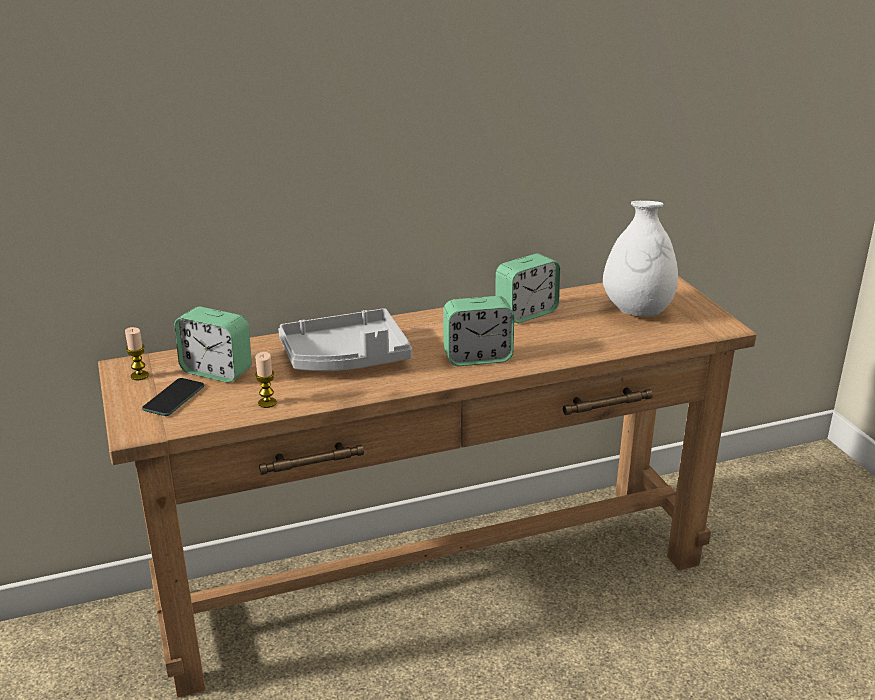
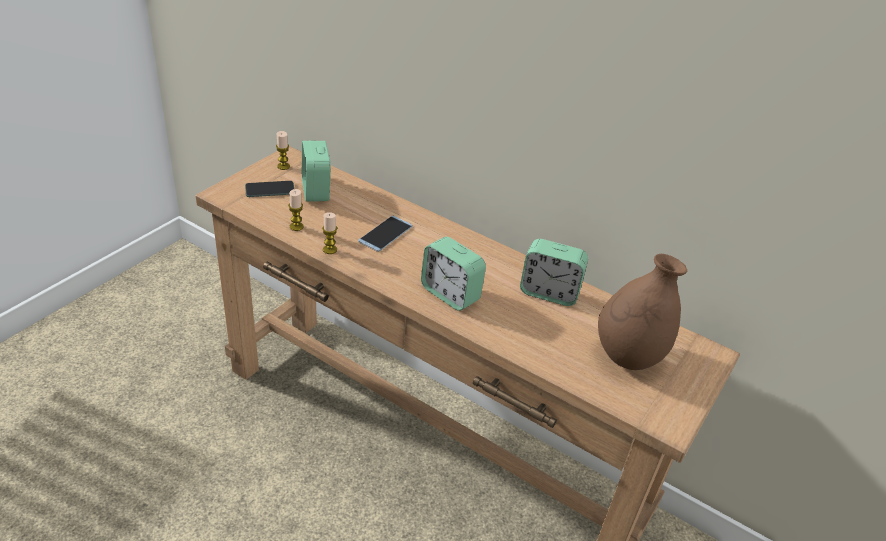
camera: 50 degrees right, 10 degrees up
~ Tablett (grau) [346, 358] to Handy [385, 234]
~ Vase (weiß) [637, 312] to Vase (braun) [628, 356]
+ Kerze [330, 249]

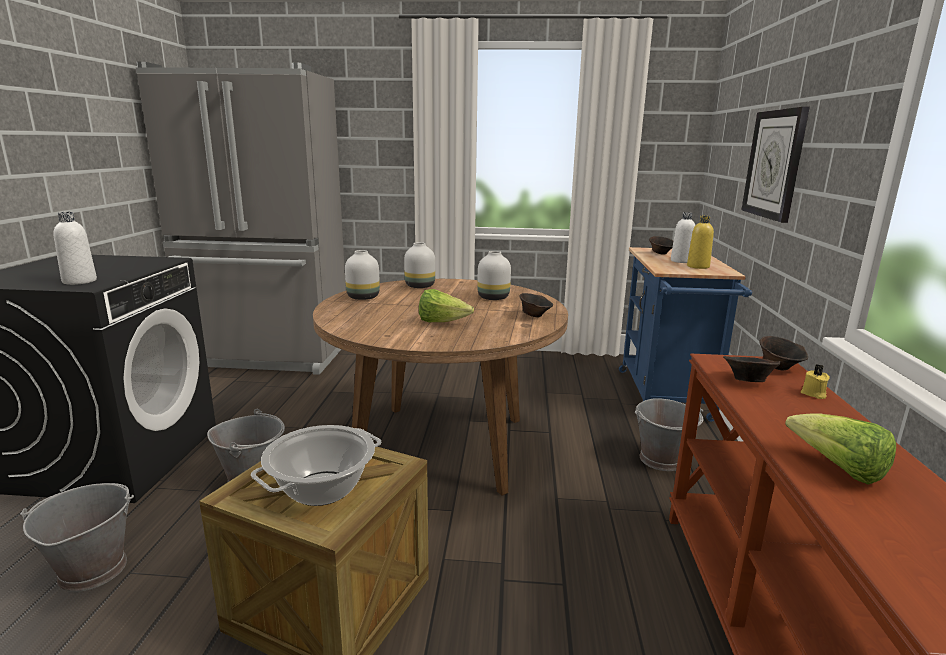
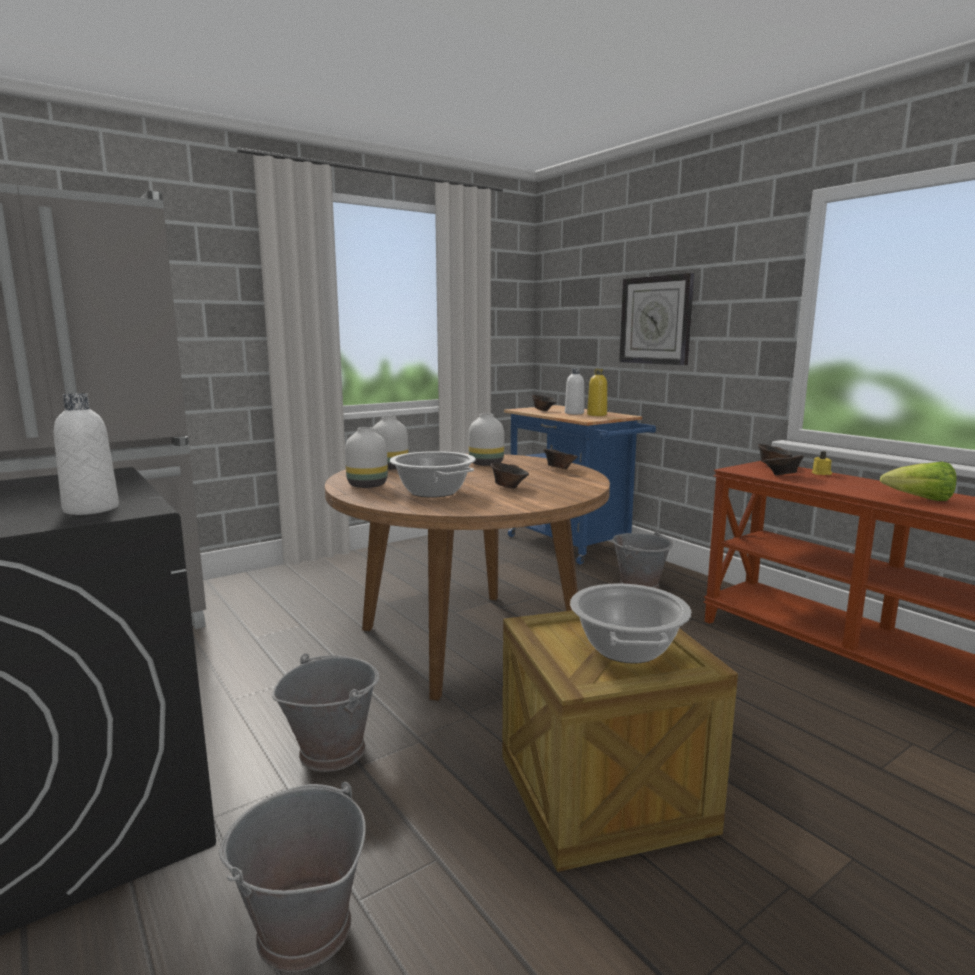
camera: 40 degrees left, 5 degrees down
~ Salatkopf [442, 322] to Schüssel (braun) [509, 487]
+ Kochtopf [433, 492]

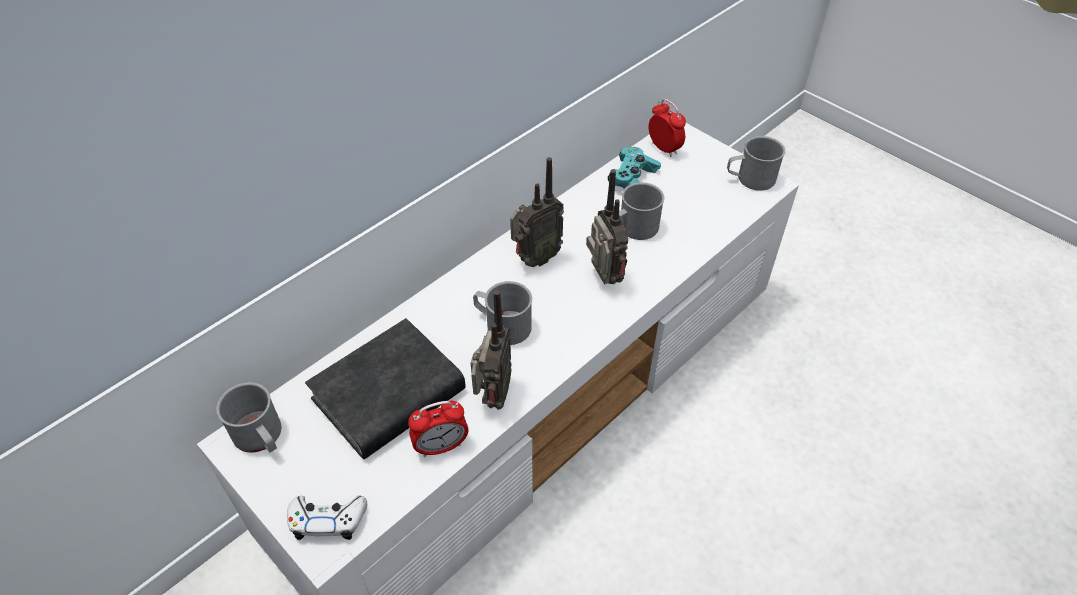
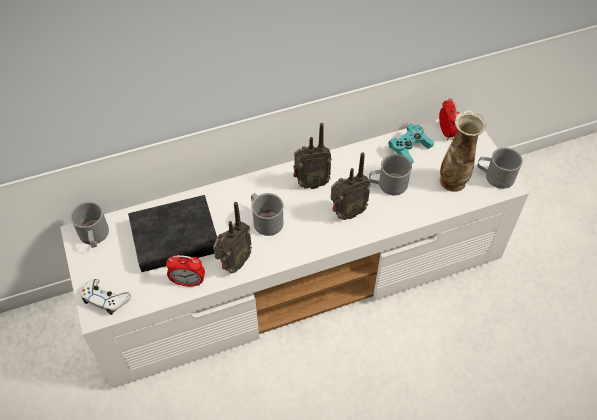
camera: 25 degrees right, 5 degrees up
~ Radio [603, 279] = [346, 213] 60 degrees clockwise
+ Vase [453, 182]

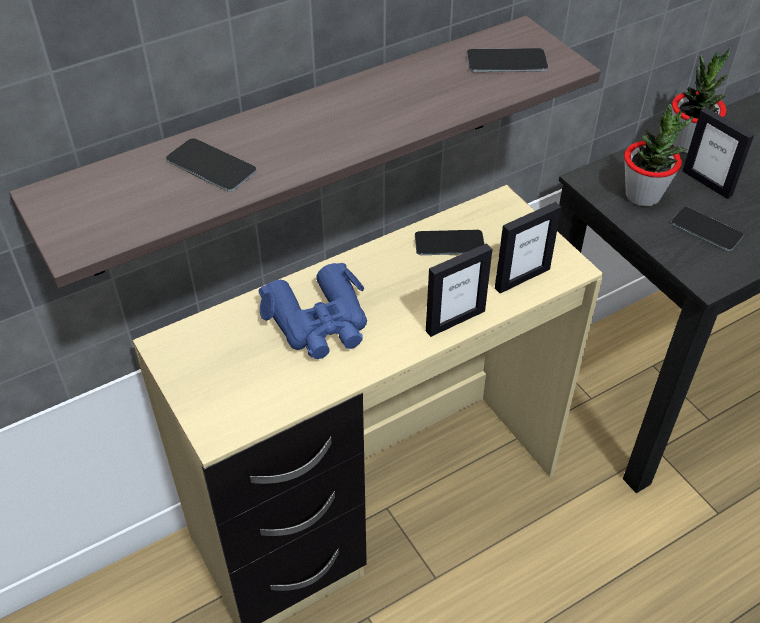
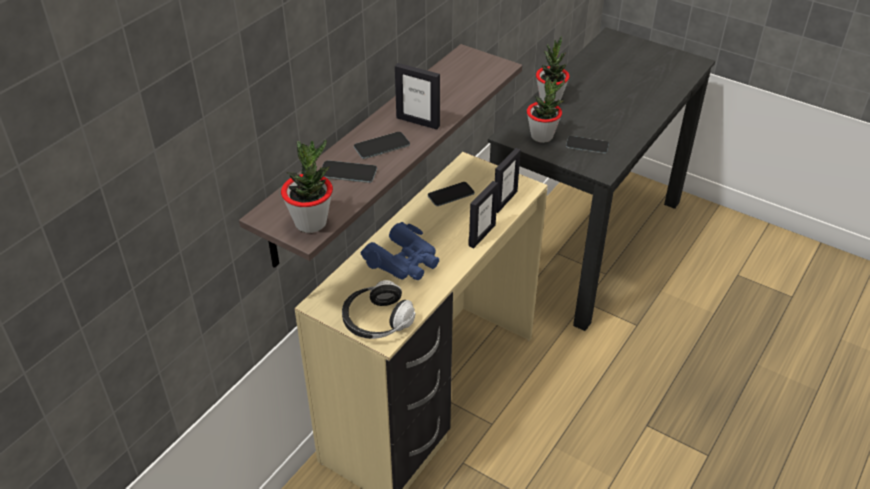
camera: 25 degrees left, 5 degrees down
~ Handy [506, 61] to [381, 146]
~ Bilderrahmen [707, 183] to [418, 122]
+ Topfpflanze [311, 222]
+ Kopfhörer [377, 321]

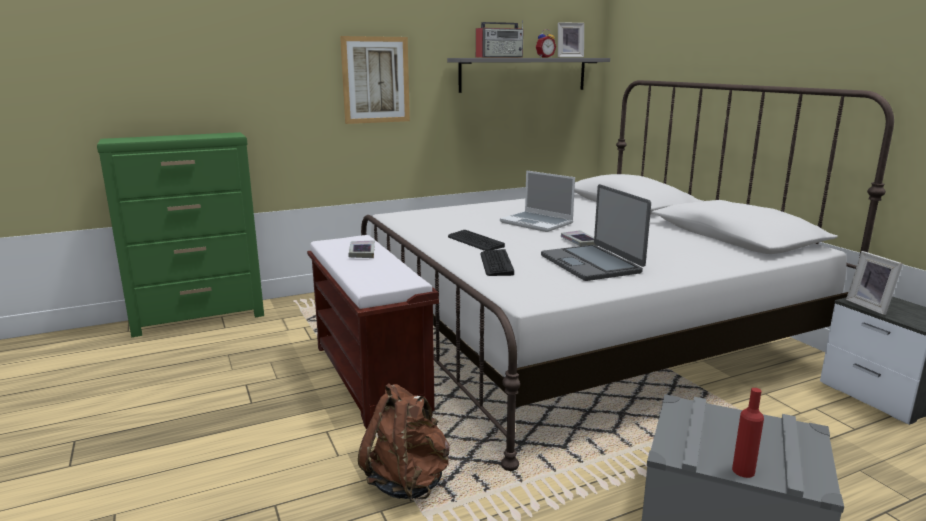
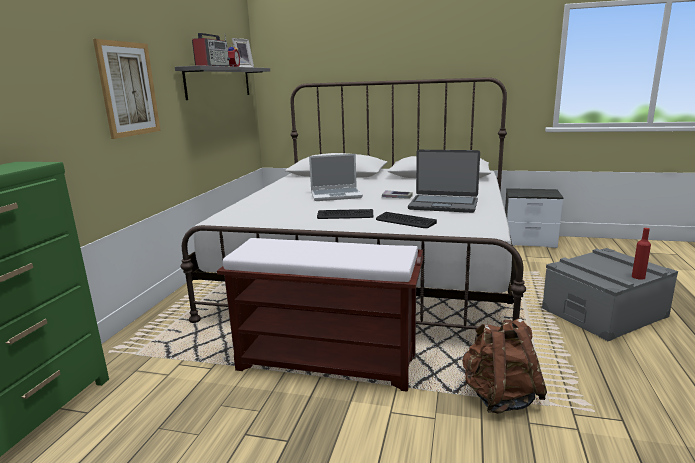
camera: 50 degrees left, 0 degrees up
- Buch [362, 253]
- Bilderrahmen [871, 306]

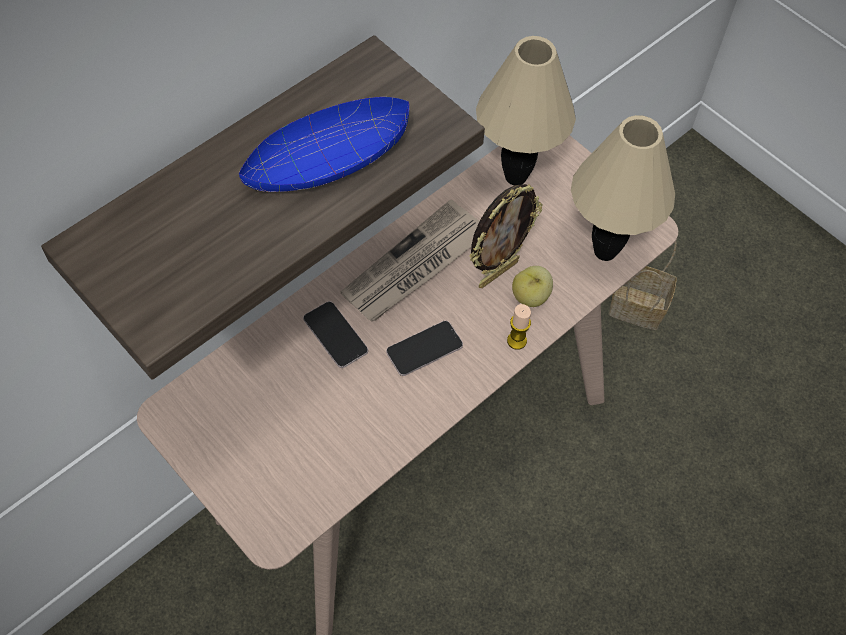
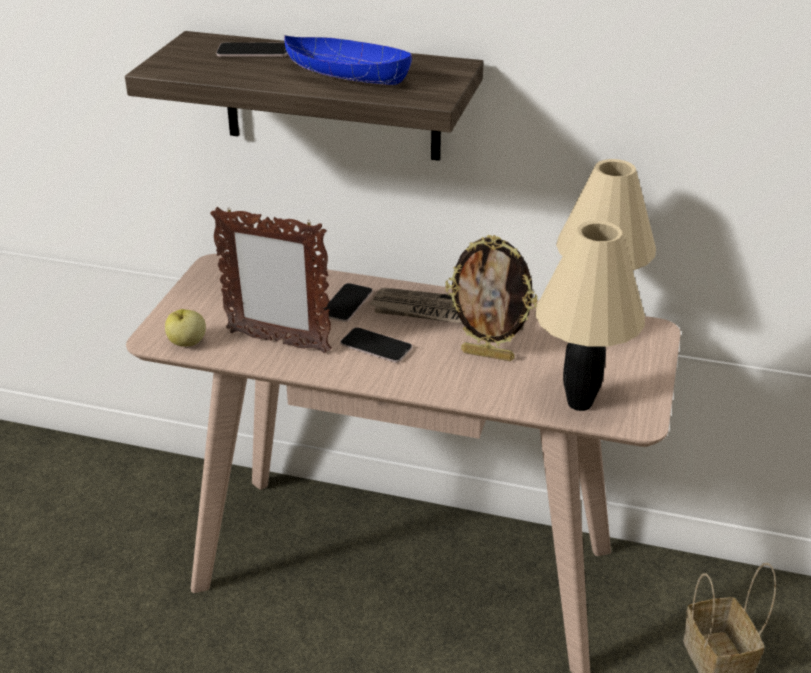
camera: 60 degrees right, 25 degrees down
- Kerze [516, 341]
~ Apfel [531, 297] to [187, 343]
+ Bilderrahmen [277, 342]
+ Handy [253, 51]

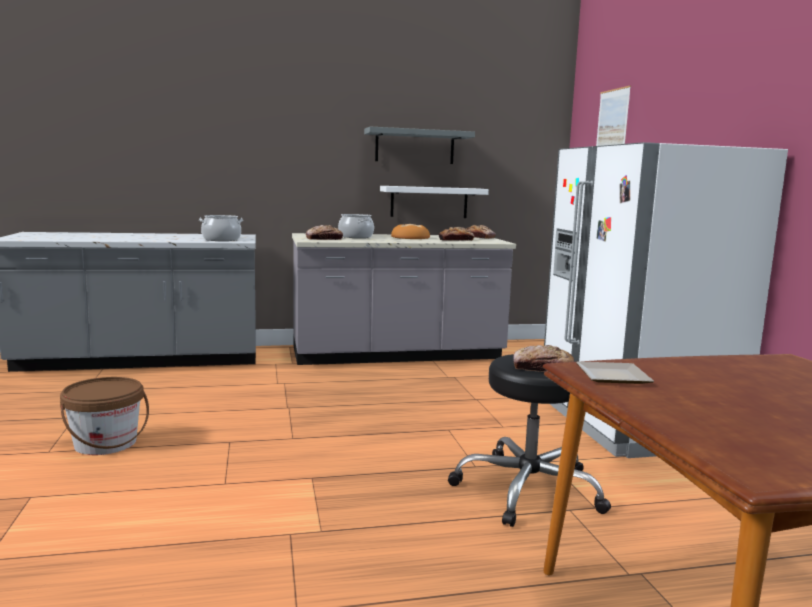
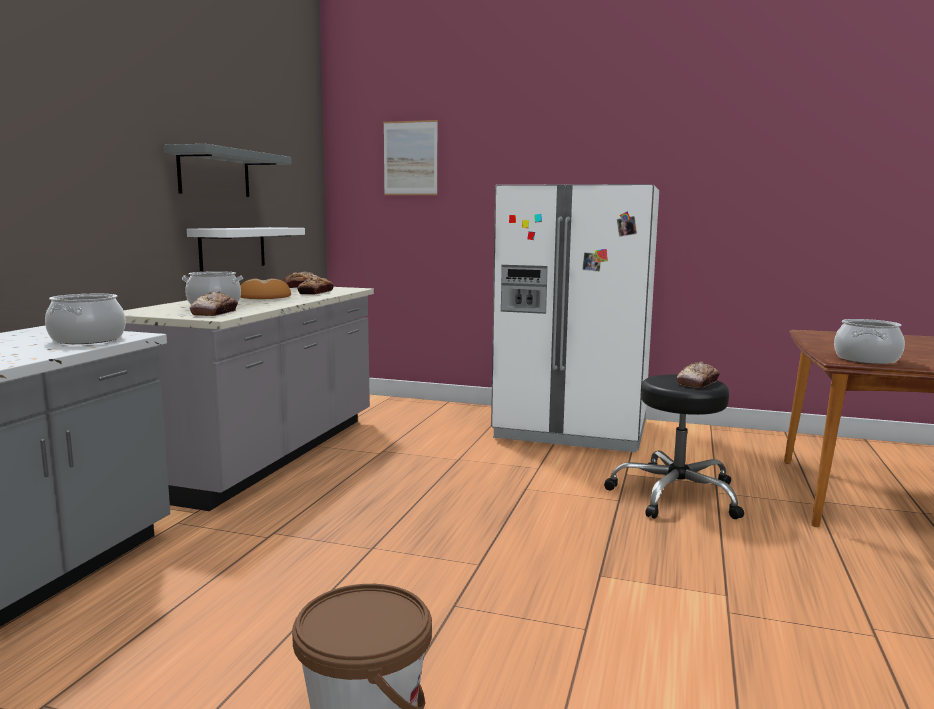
camera: 60 degrees left, 0 degrees up
~ Teller [611, 377] to Kochtopf [867, 359]

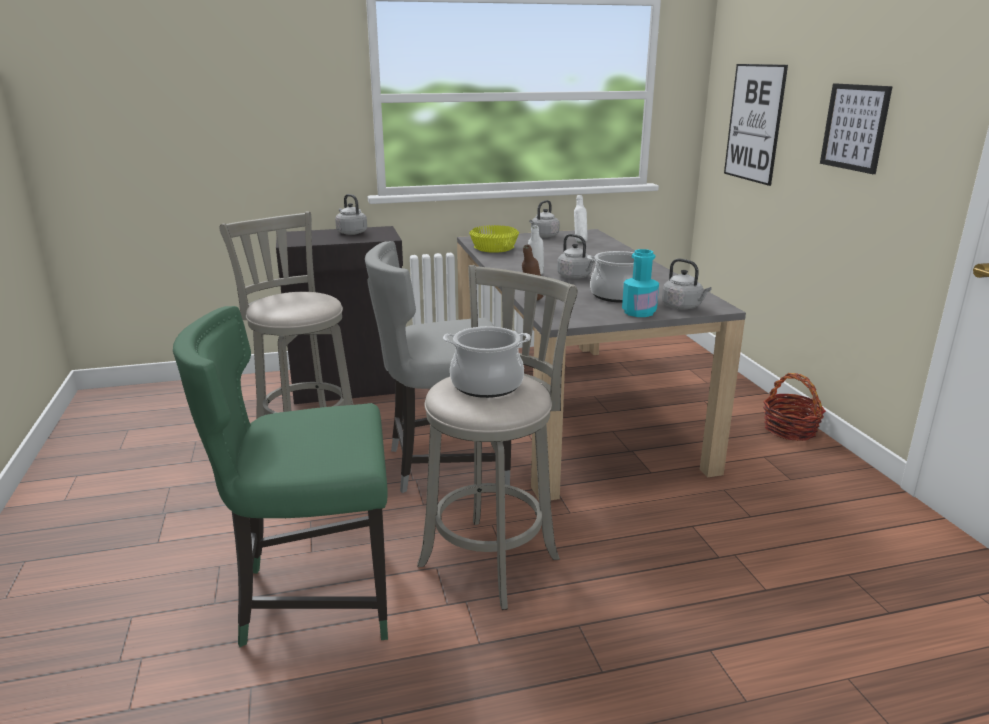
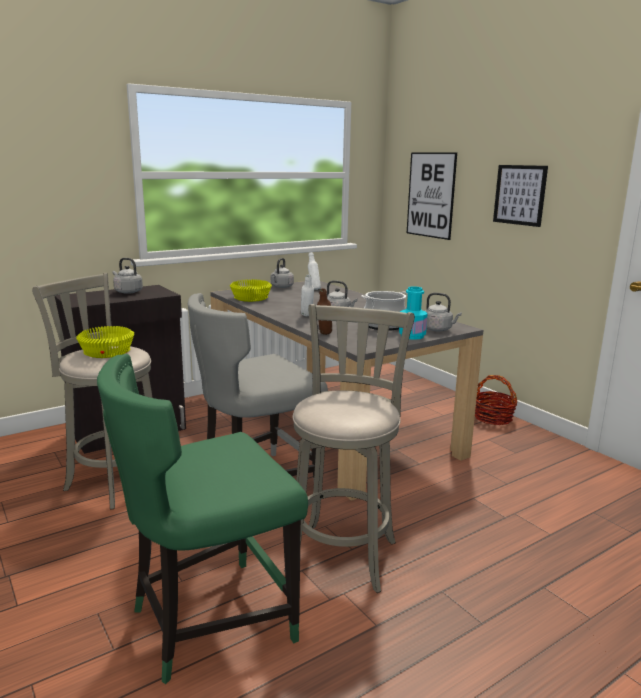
camera: 20 degrees left, 5 degrees down
- Kochtopf [487, 385]
+ Schüssel (gelb) [106, 352]

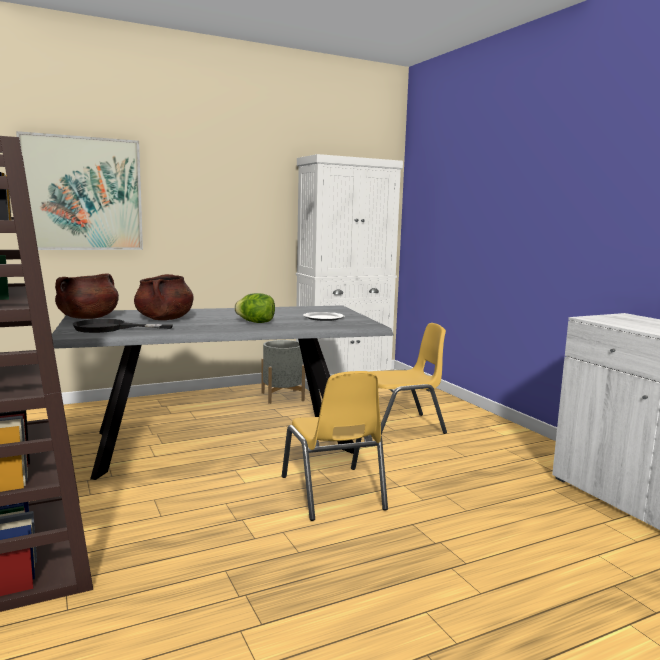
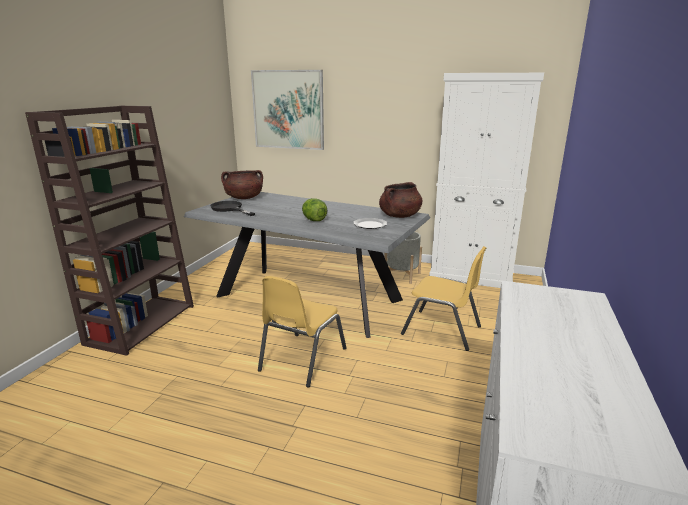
camera: 45 degrees right, 10 degrees up
~ Kochtopf (braun) [164, 319] to [399, 216]

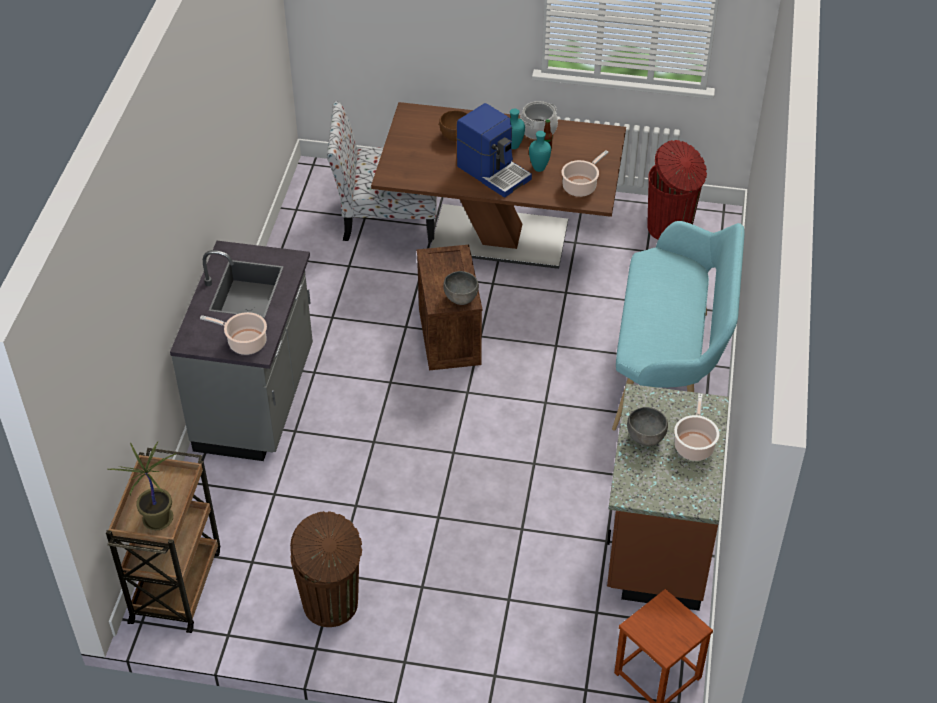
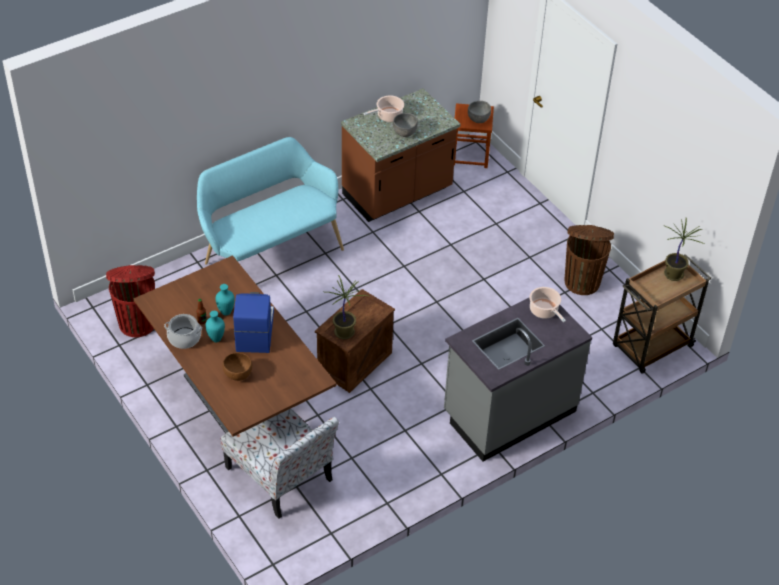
camera: 135 degrees left, 0 degrees up
~ Schüssel (grau) [461, 299] to [478, 119]
- Kochtopf [581, 186]
+ Topfpflanze [344, 332]

